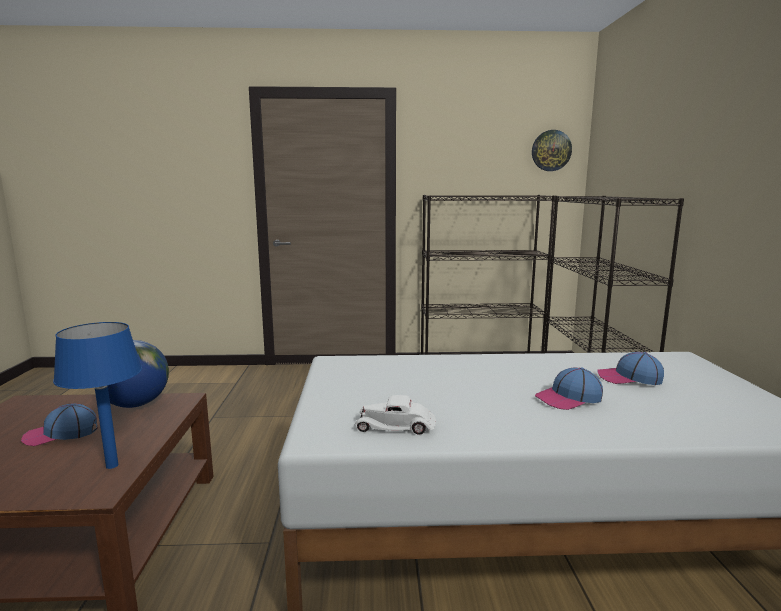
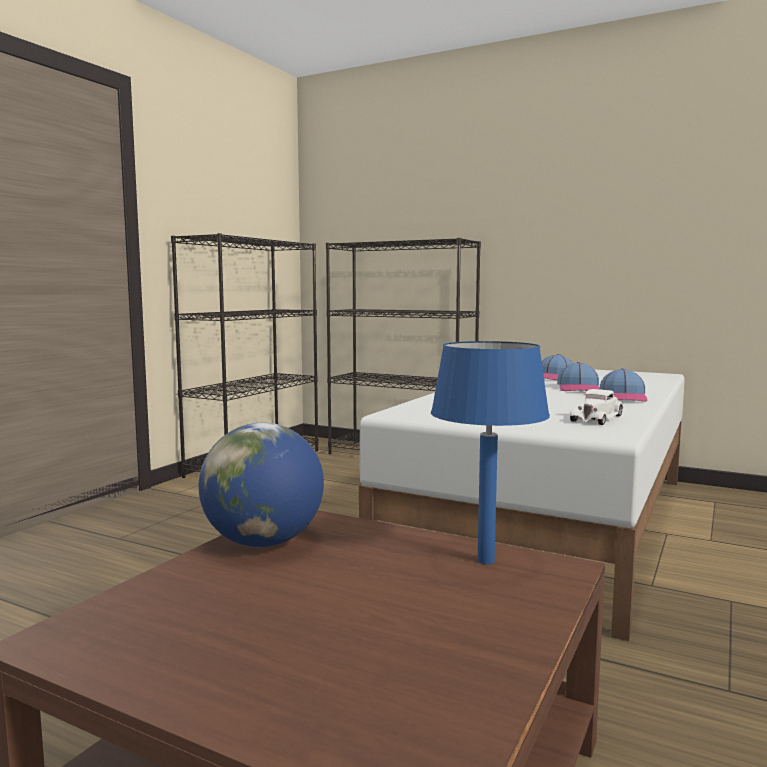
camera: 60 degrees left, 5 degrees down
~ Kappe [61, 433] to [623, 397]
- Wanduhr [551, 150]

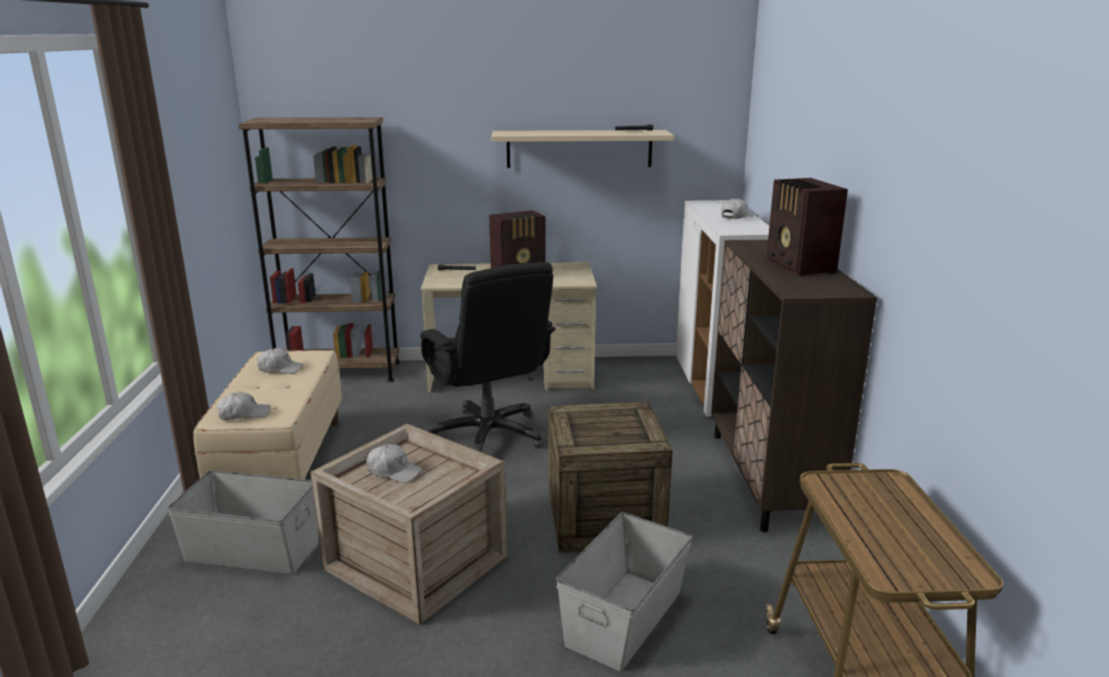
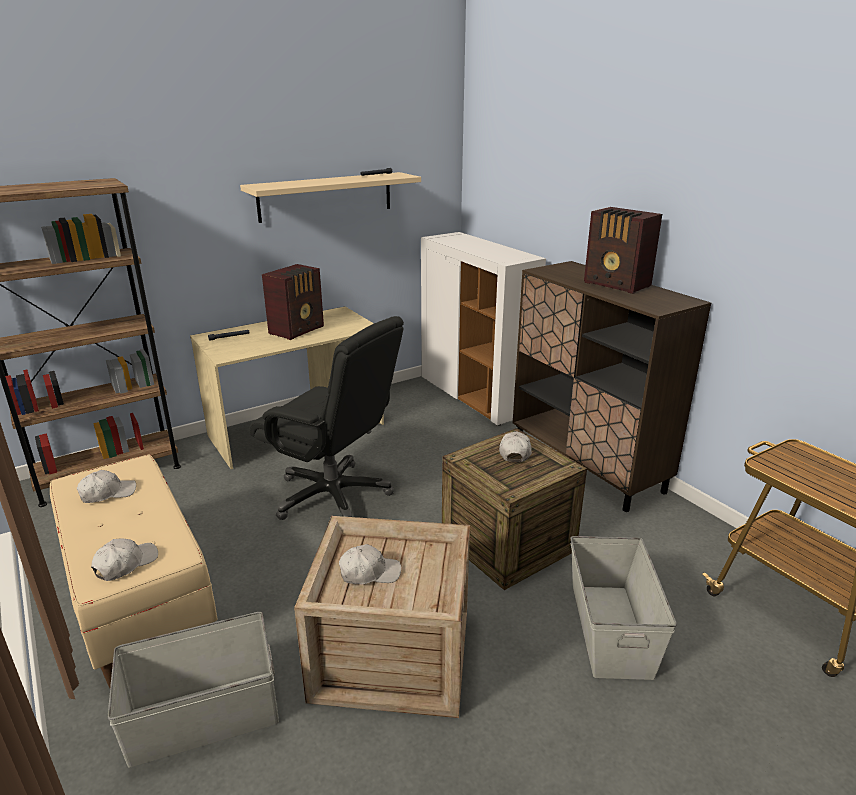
camera: 30 degrees left, 5 degrees up
~ Kappe (weiß) [736, 217] to [515, 452]

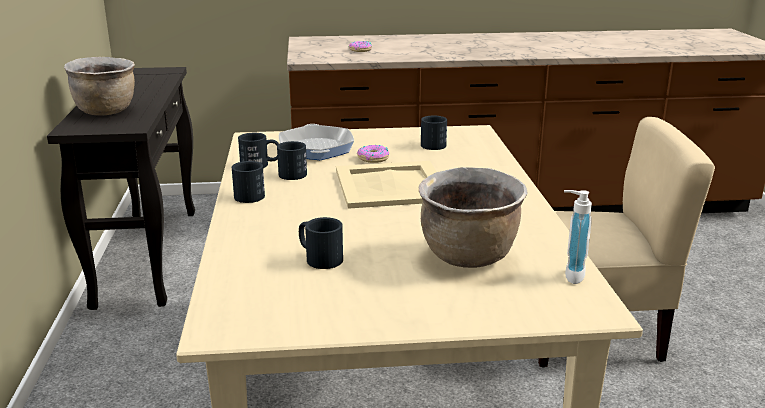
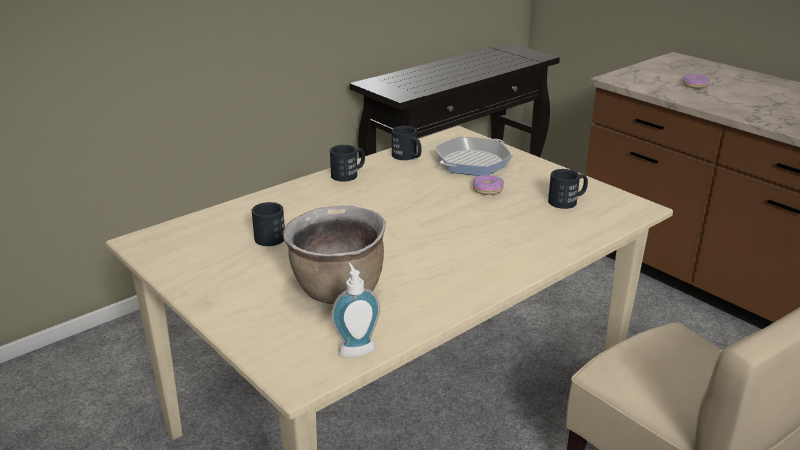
camera: 55 degrees right, 5 degrees up
- Kochtopf (braun) [106, 111]
- Henkelbecher (schwarz) [294, 172]
- Tablett (beige) [390, 185]

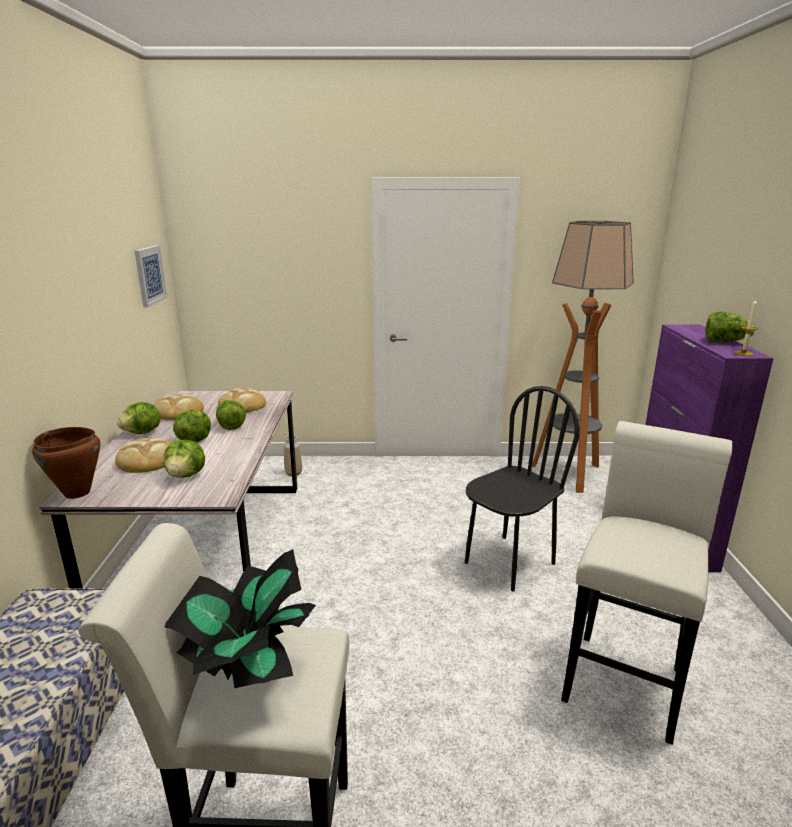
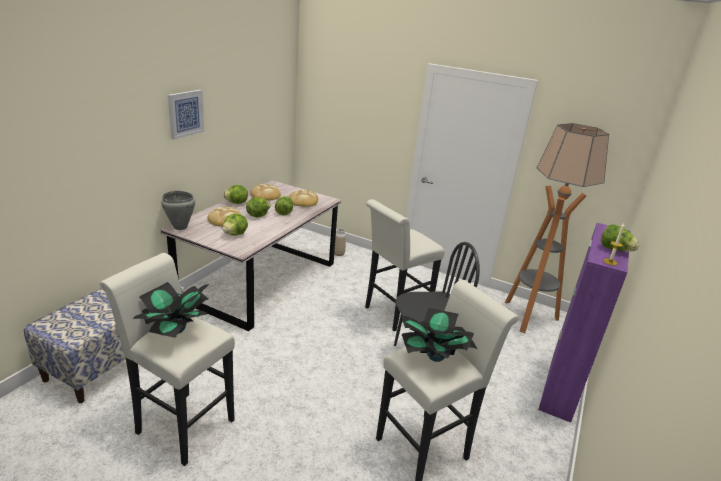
camera: 25 degrees right, 5 degrees up
~ Kochtopf (braun) [77, 493] to Kochtopf (grau) [180, 227]
~ Bild [149, 275] to [185, 113]
+ Hocker (weiß) [393, 313]
+ Topfpflanze [434, 357]

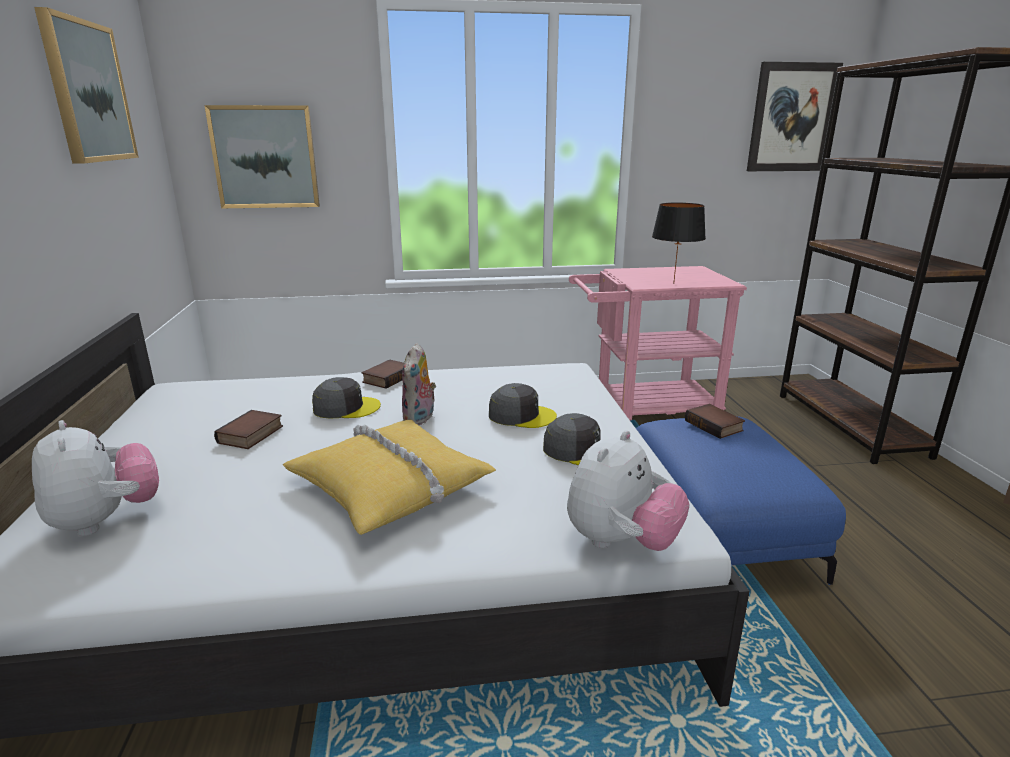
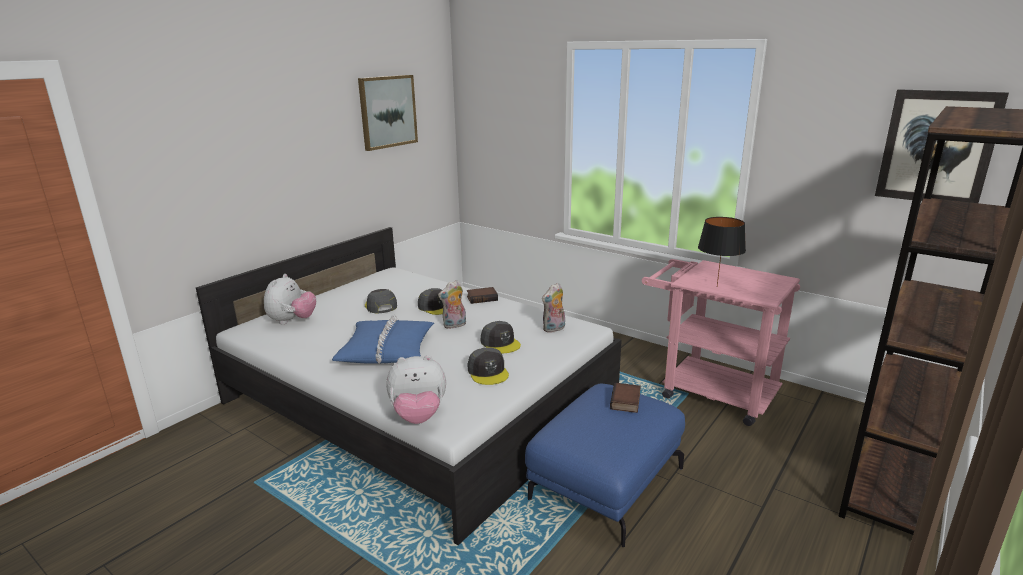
camera: 45 degrees right, 0 degrees up
- Bild [265, 157]
~ Buch [251, 435] to Kappe (grau) [380, 306]
~ Kissen (gelb) [391, 486] to Kissen (blau) [387, 350]
+ Plüschtier [554, 329]

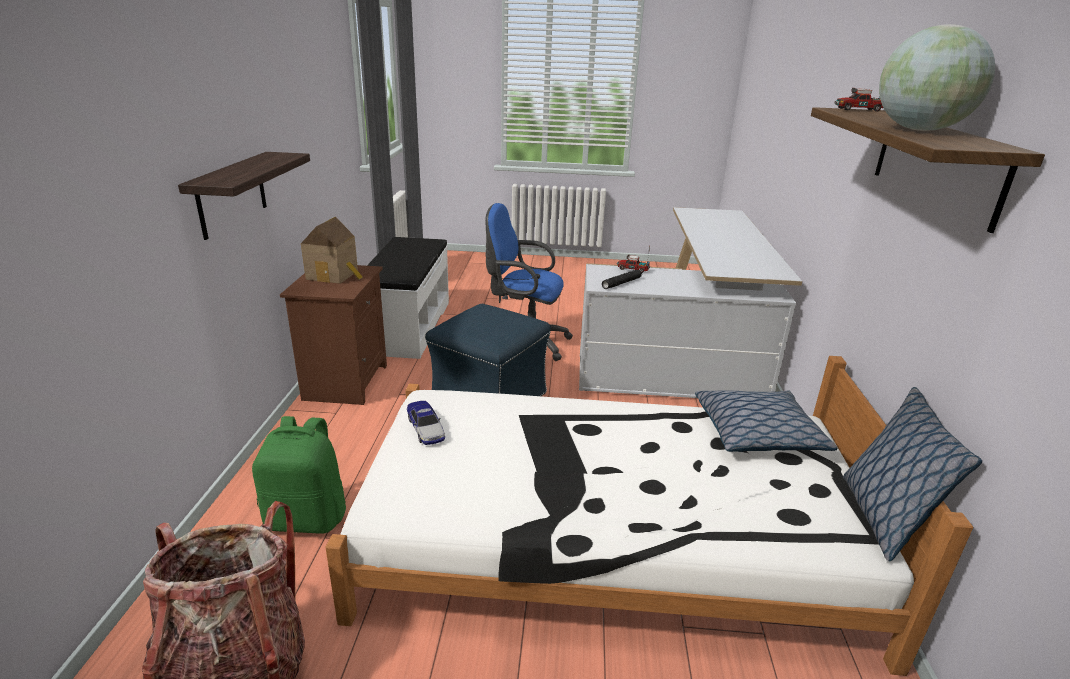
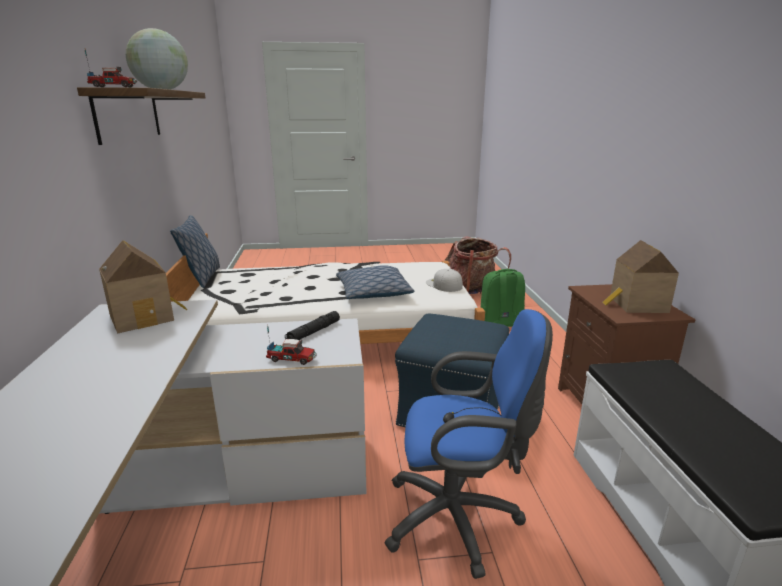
camera: 170 degrees right, 5 degrees down
- Wandregal [232, 194]
~ Spielzeugauto [425, 428] to Kappe (weiß) [443, 285]
~ Kissen [757, 433] to [373, 293]
+ Spielzeughaus [145, 317]

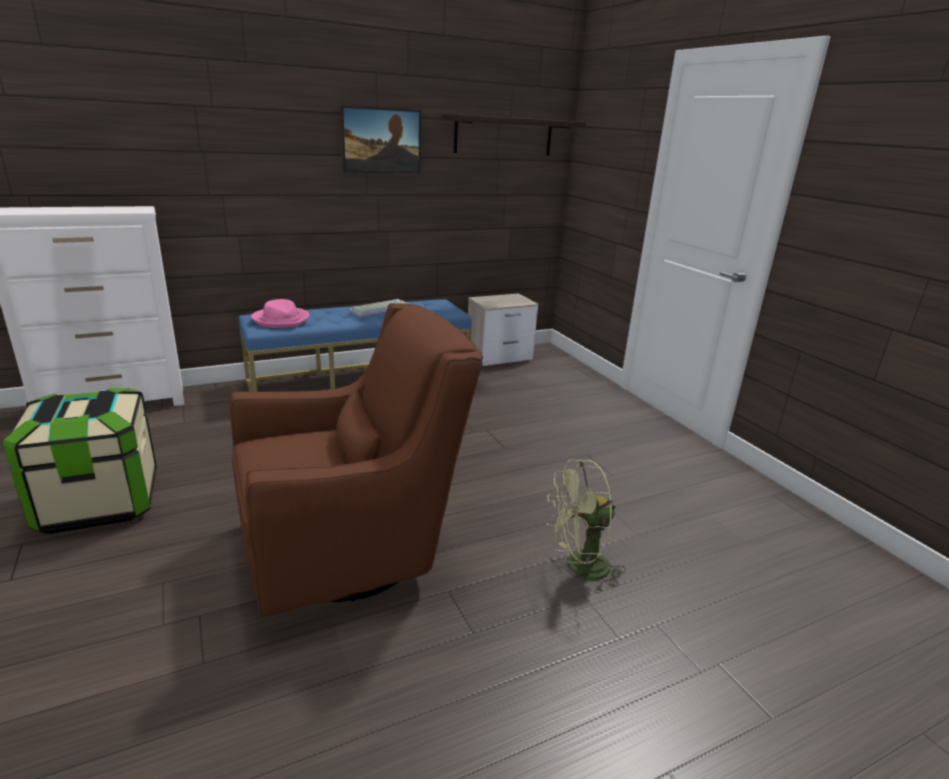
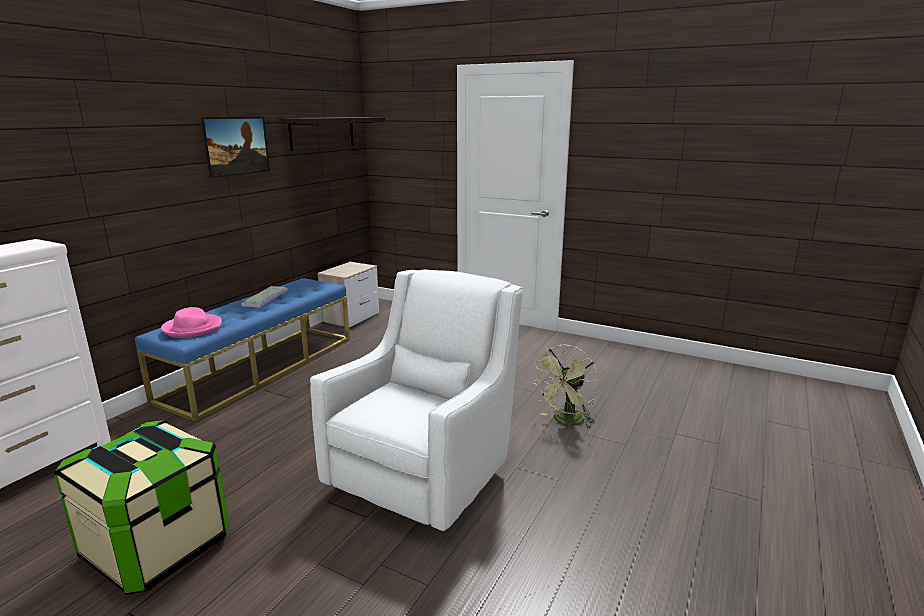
camera: 35 degrees left, 5 degrees down
~ Sessel (braun) [354, 549] to Sessel (weiß) [427, 474]

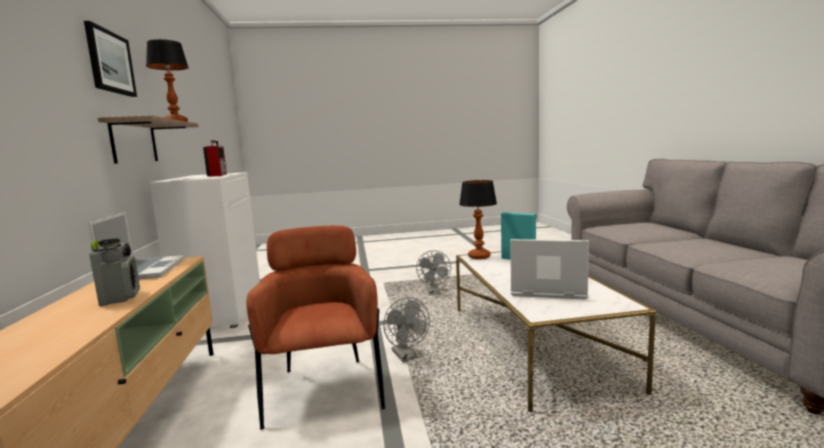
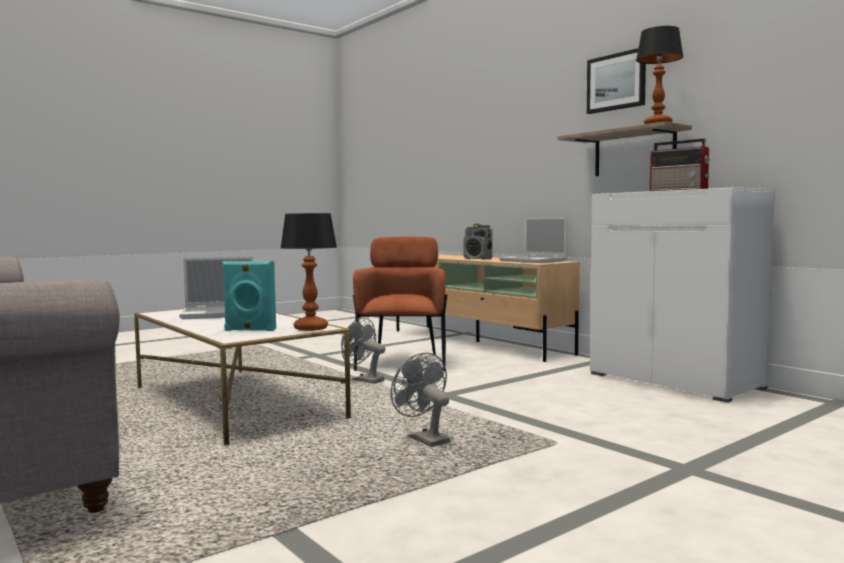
camera: 150 degrees right, 5 degrees down
~ Sessel (braun) [324, 390] = [403, 362] 135 degrees counterclockwise

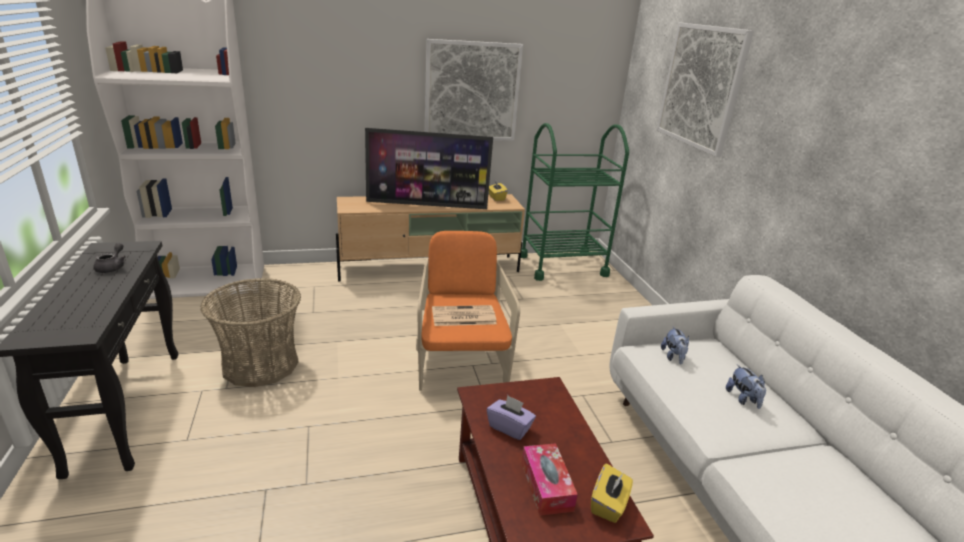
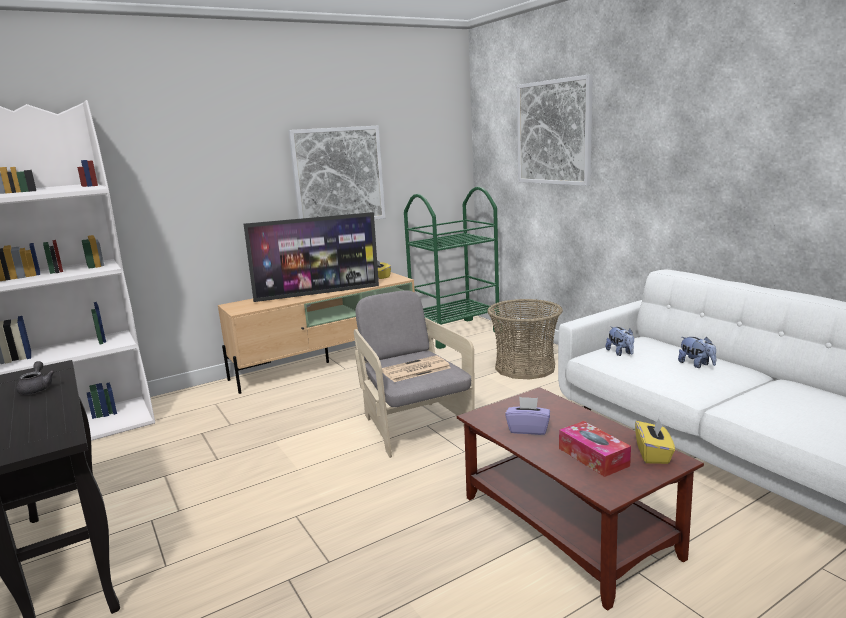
camera: 15 degrees left, 10 degrees down
~ Korb [260, 364] to [525, 367]
~ Sessel (orange) [461, 362] to Sessel (grau) [414, 426]

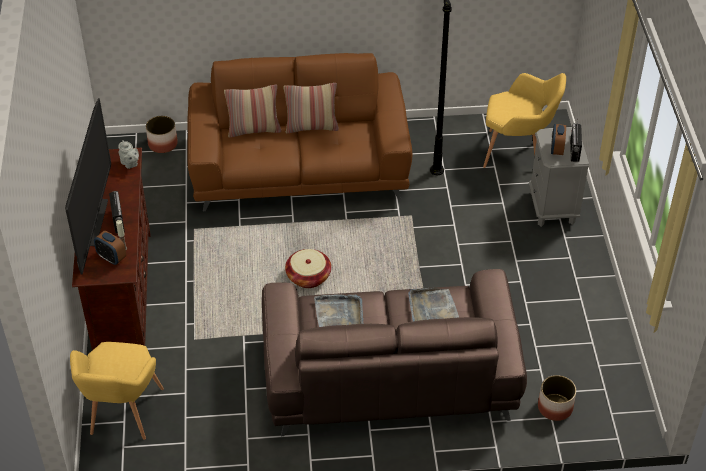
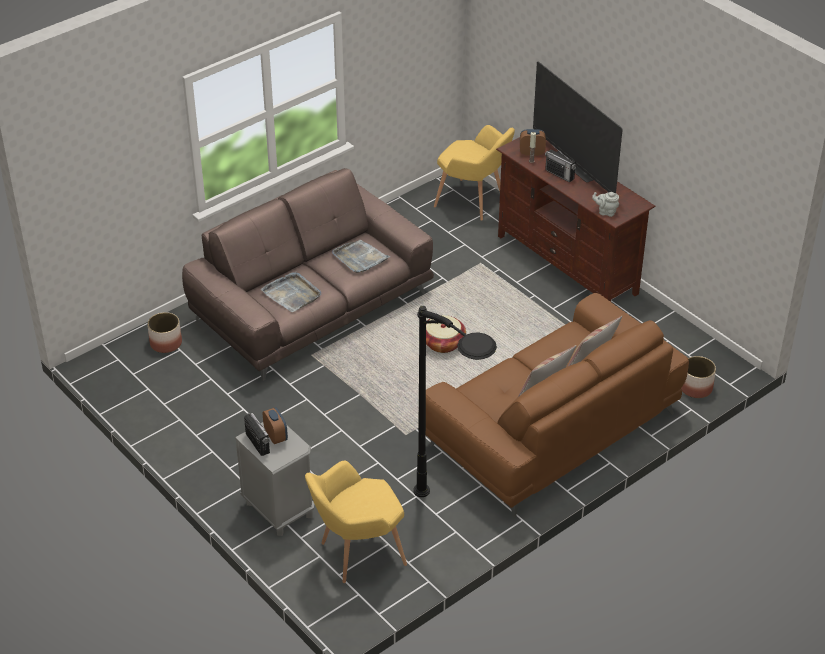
camera: 145 degrees right, 5 degrees down
~ Sessel (gelb) [122, 416] = [474, 203] 150 degrees clockwise

